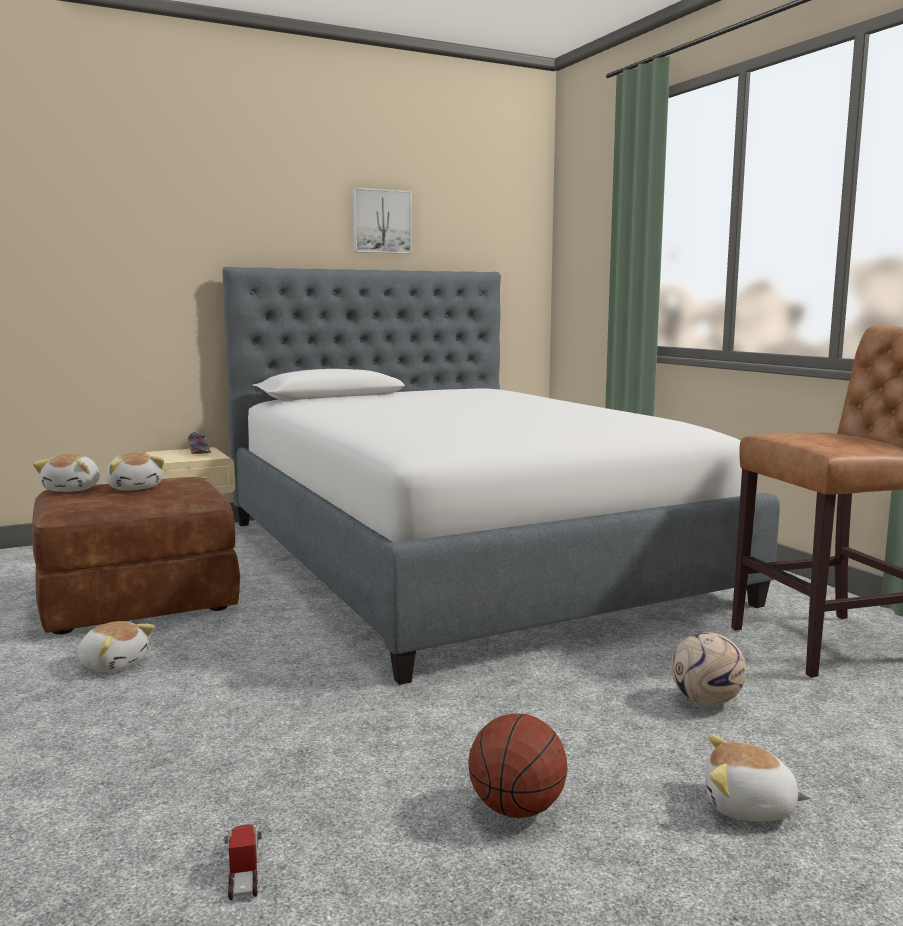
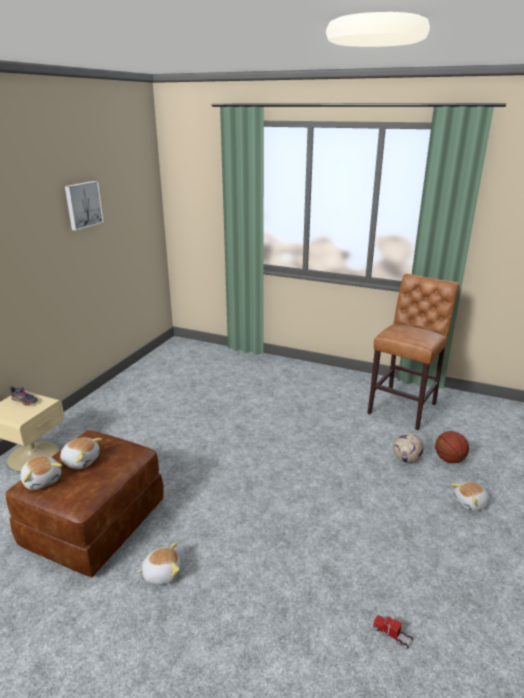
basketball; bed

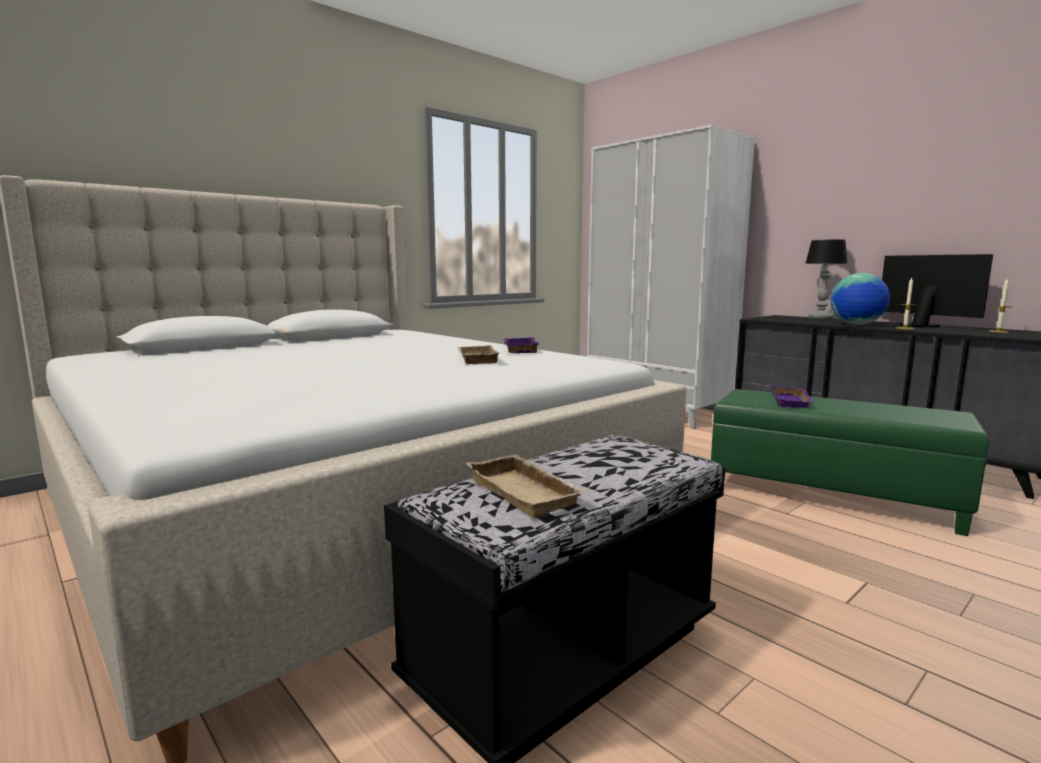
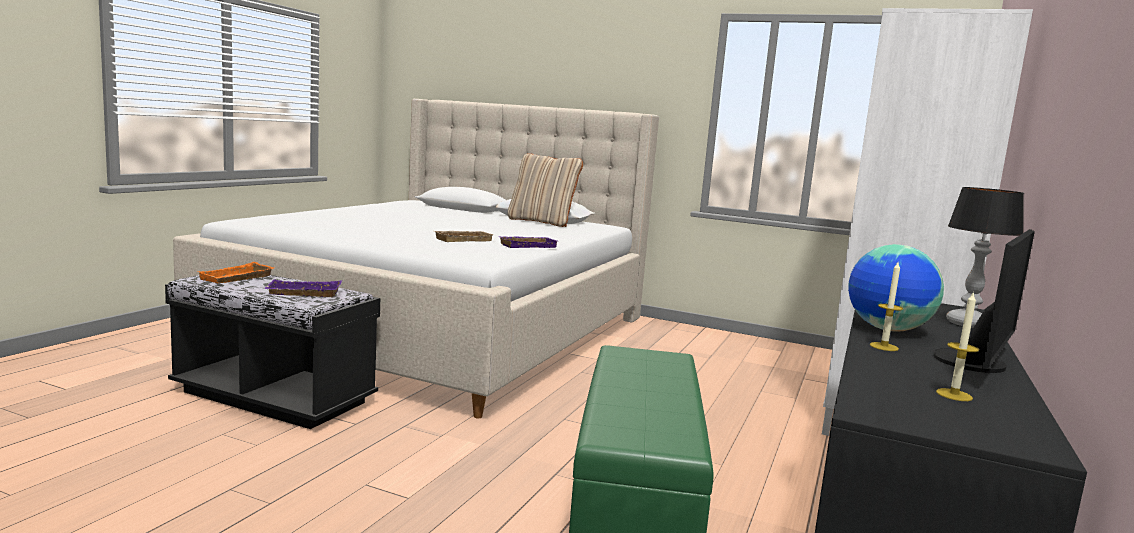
orange tray; purple tray (1st from left); beige pillow

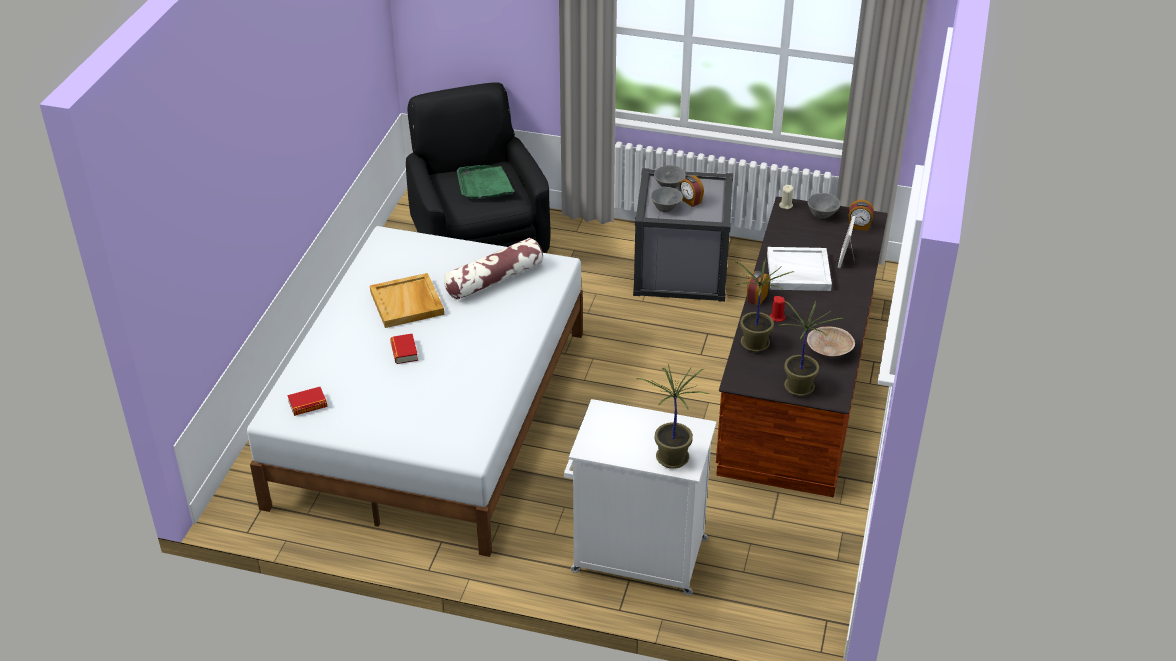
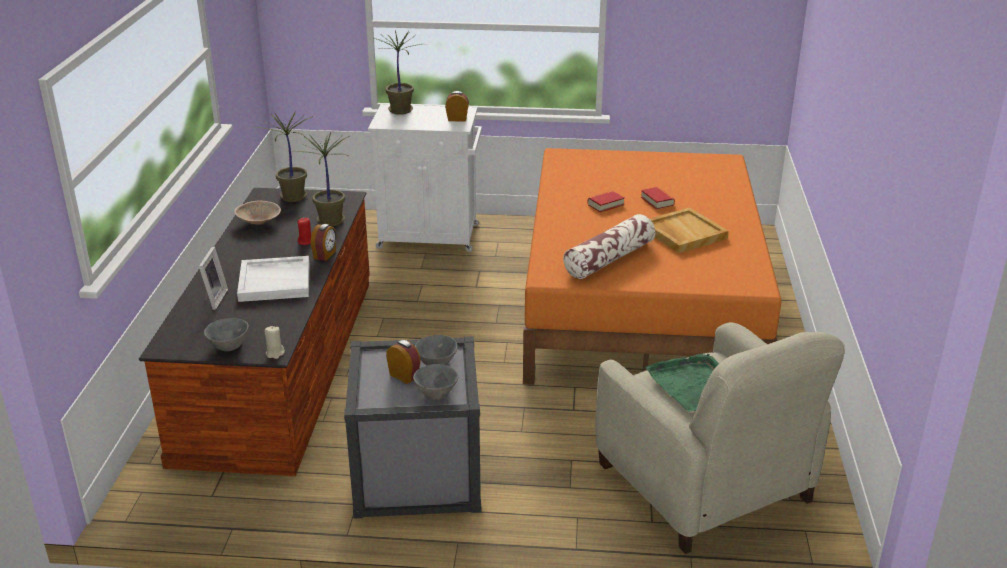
alarm clock (3rd from left); orange bed; book (1st from left); beige armchair

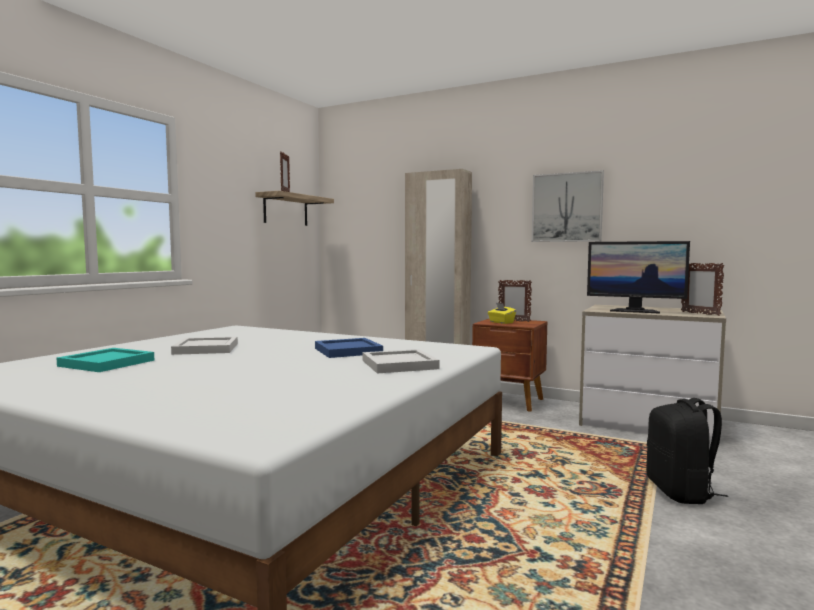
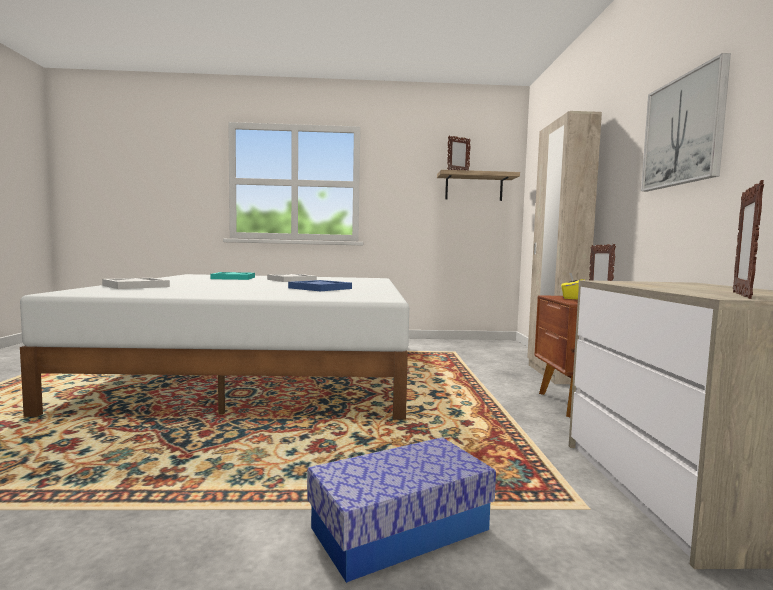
white tray (1st from left); storage box; monitor

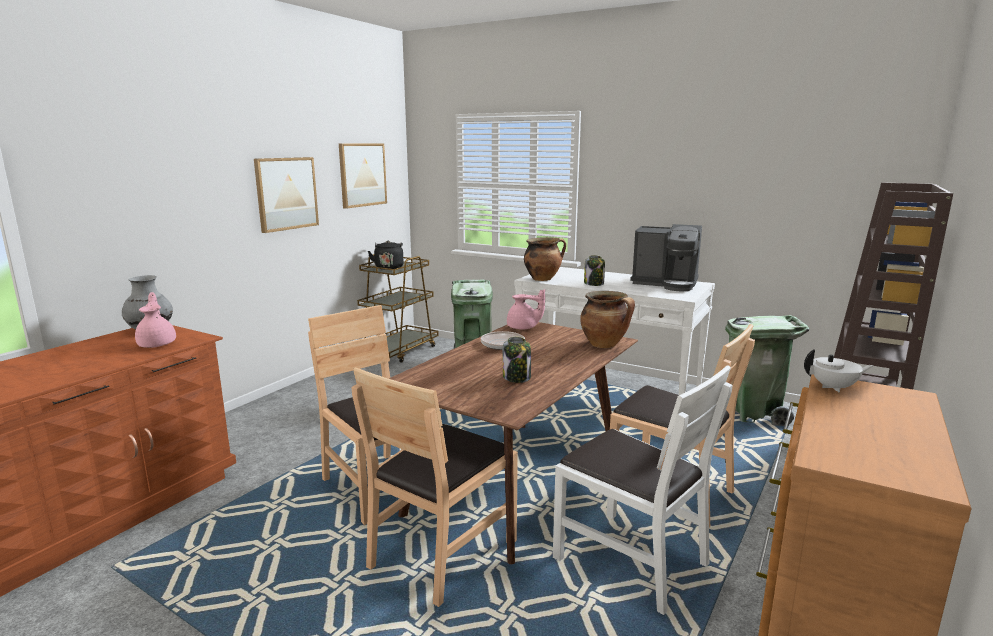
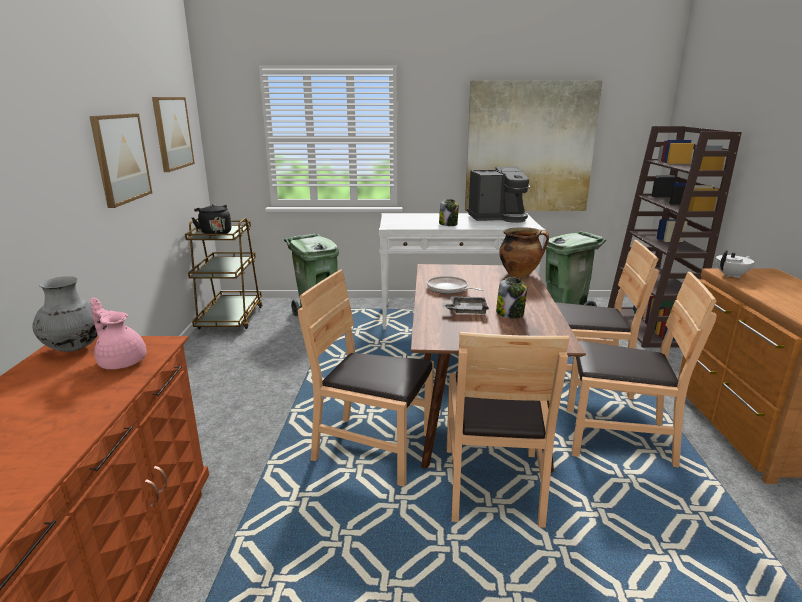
grey tray; picture (3rd from left); brown chair (4th from left); pink teapot (2nd from left in the first image); cooking pot (1st from left in the first image)

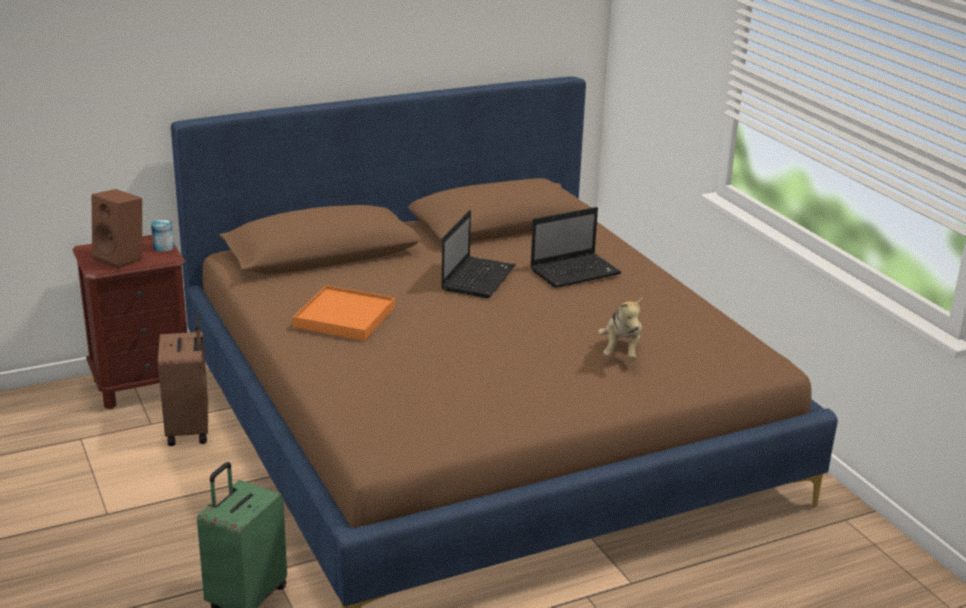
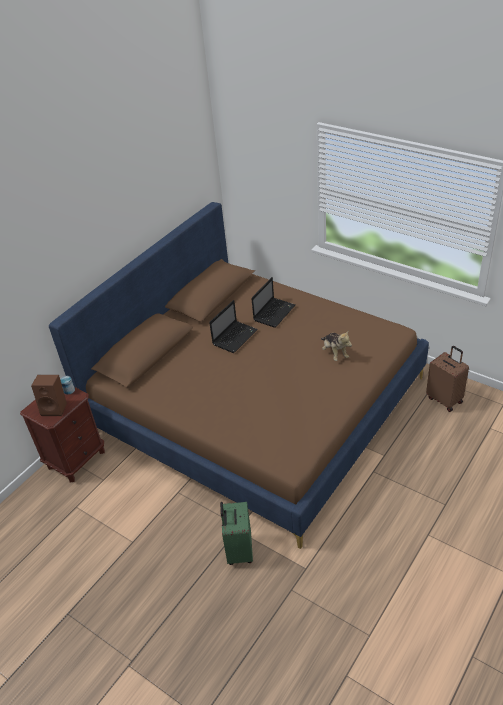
laptop (1st from left); brown suitcase; orange tray

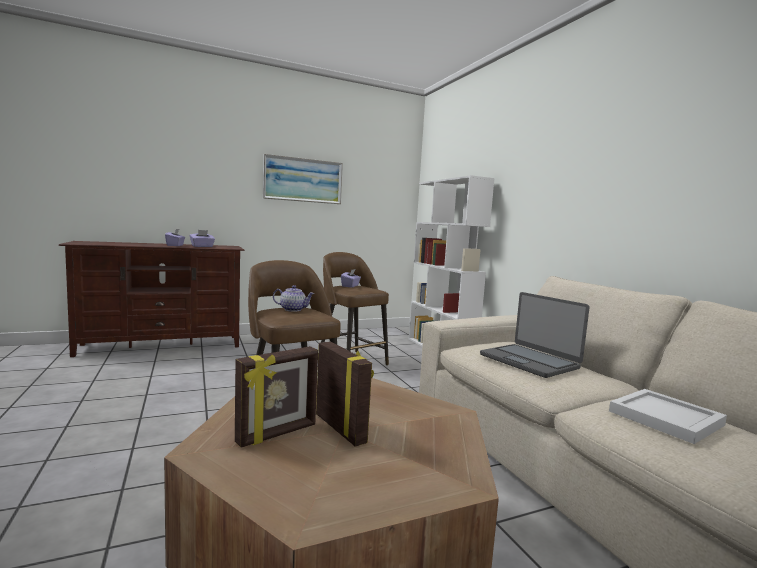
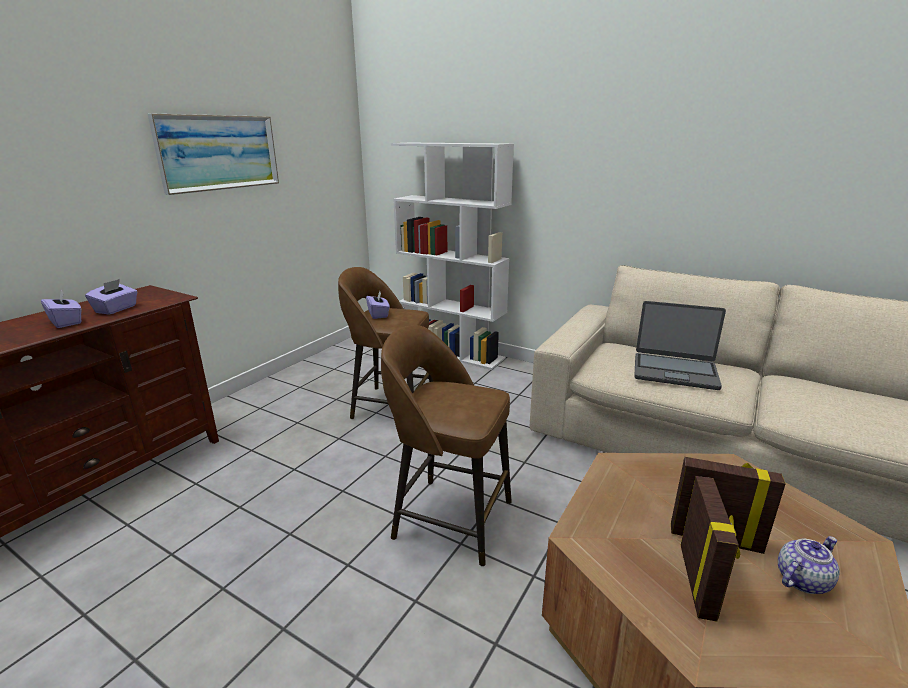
teapot; white tray

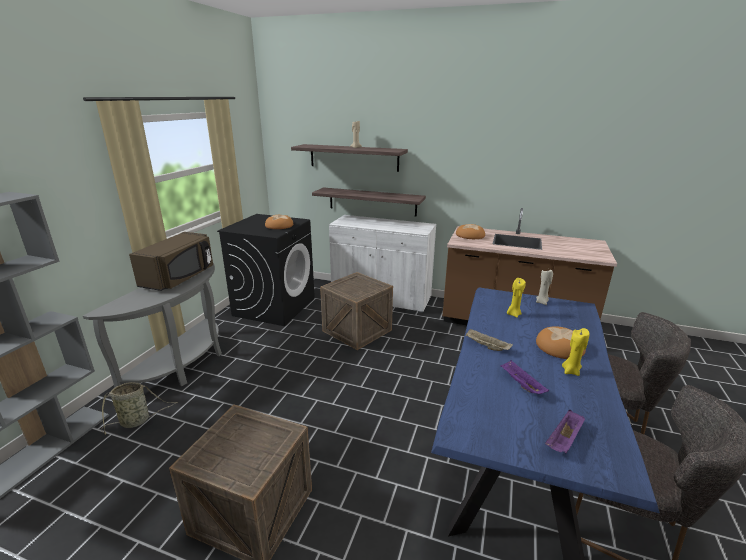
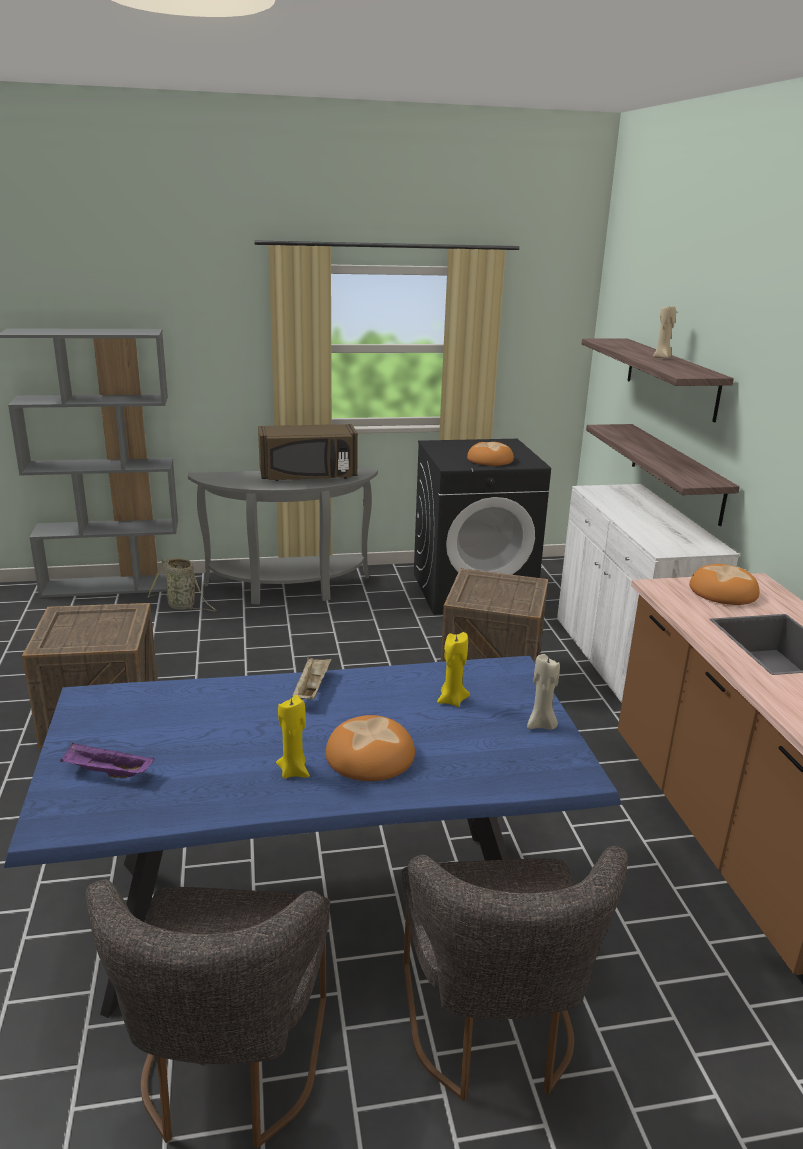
purple tray (1st from left in the first image)

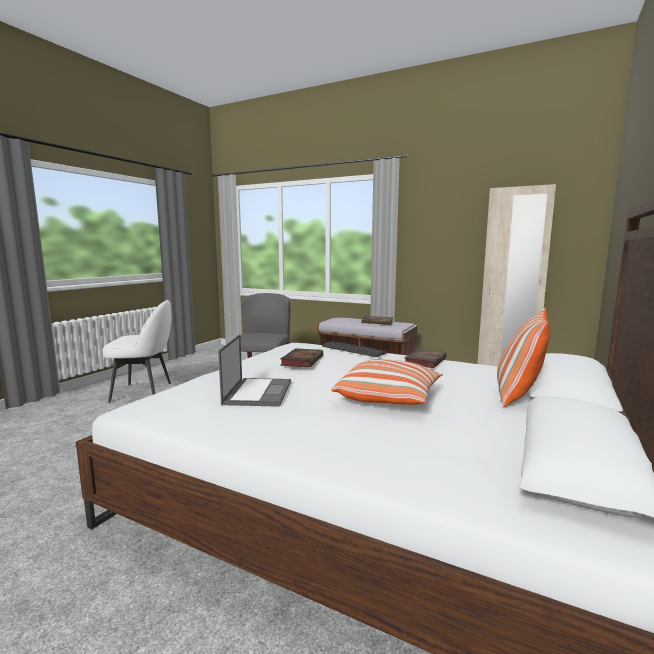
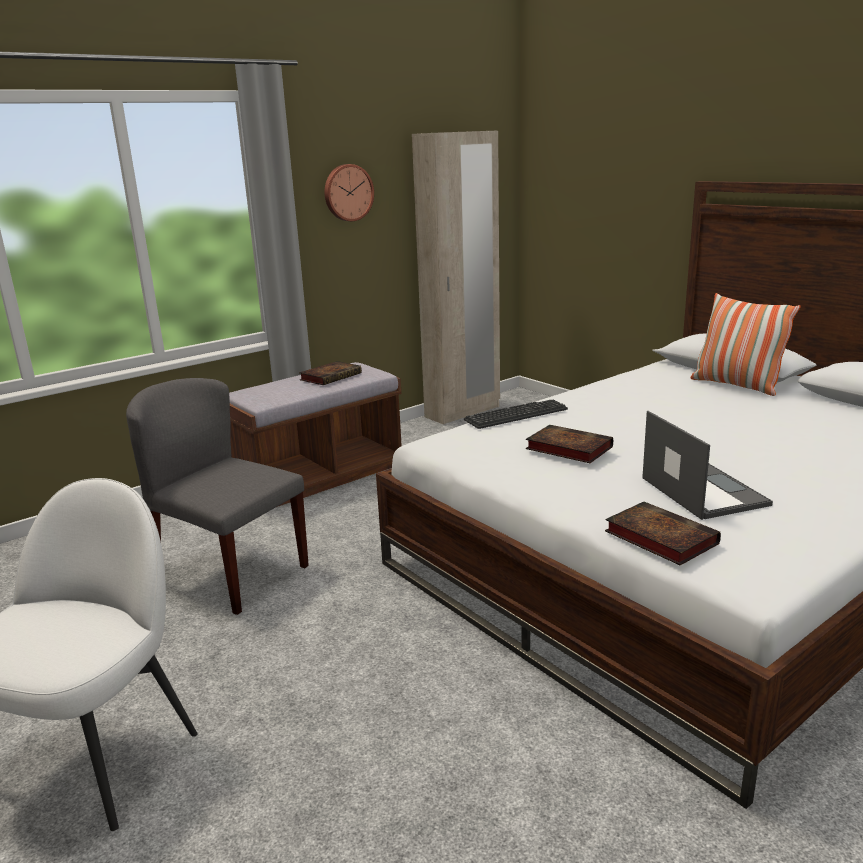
wall clock; book (3rd from left); laptop; pillow (1st from left in the first image)

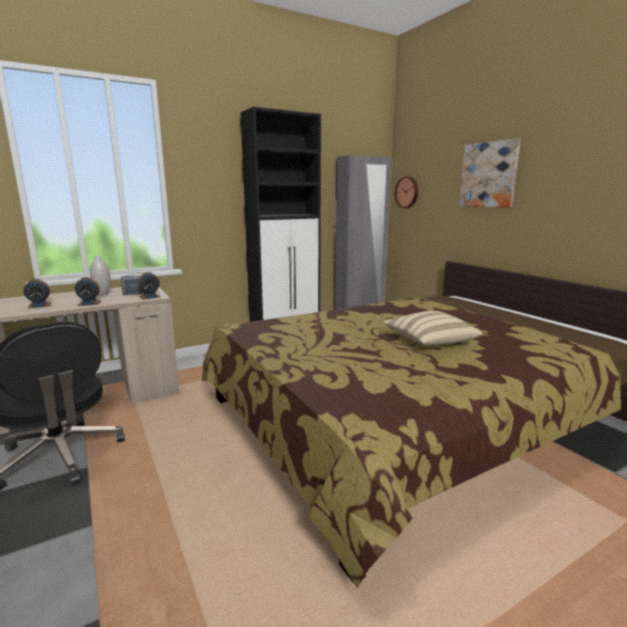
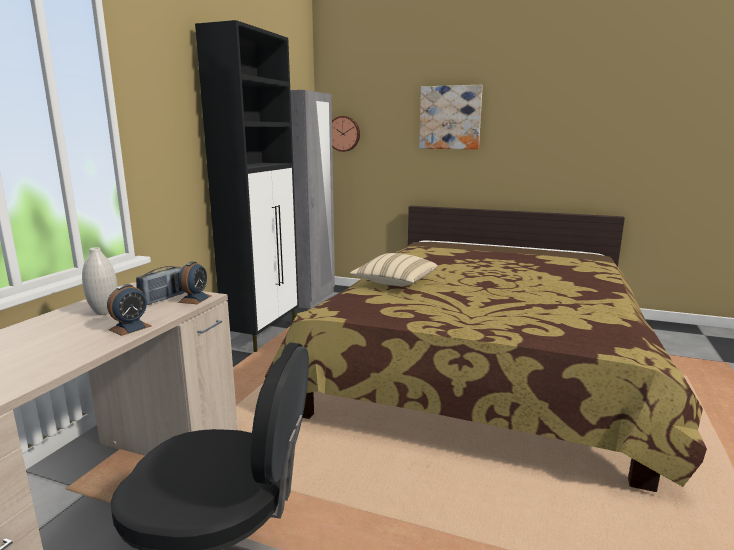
beige pillow; alarm clock (1st from left in the first image)

